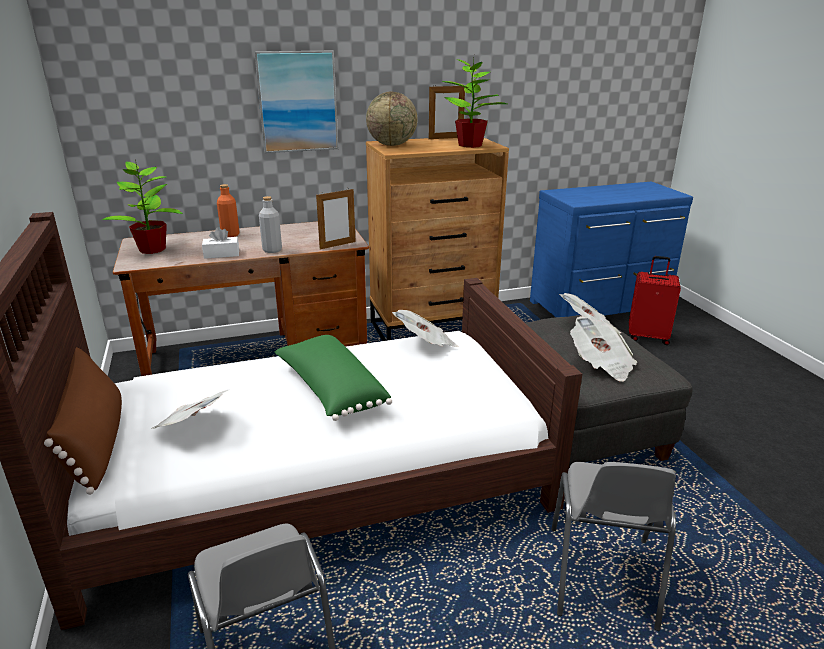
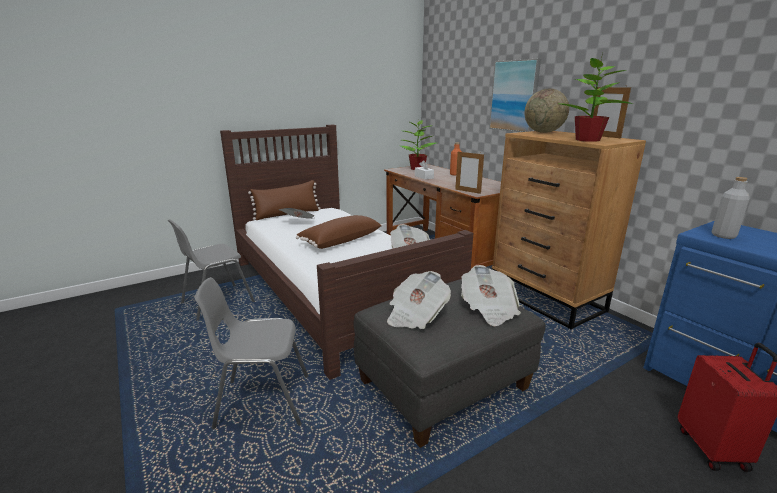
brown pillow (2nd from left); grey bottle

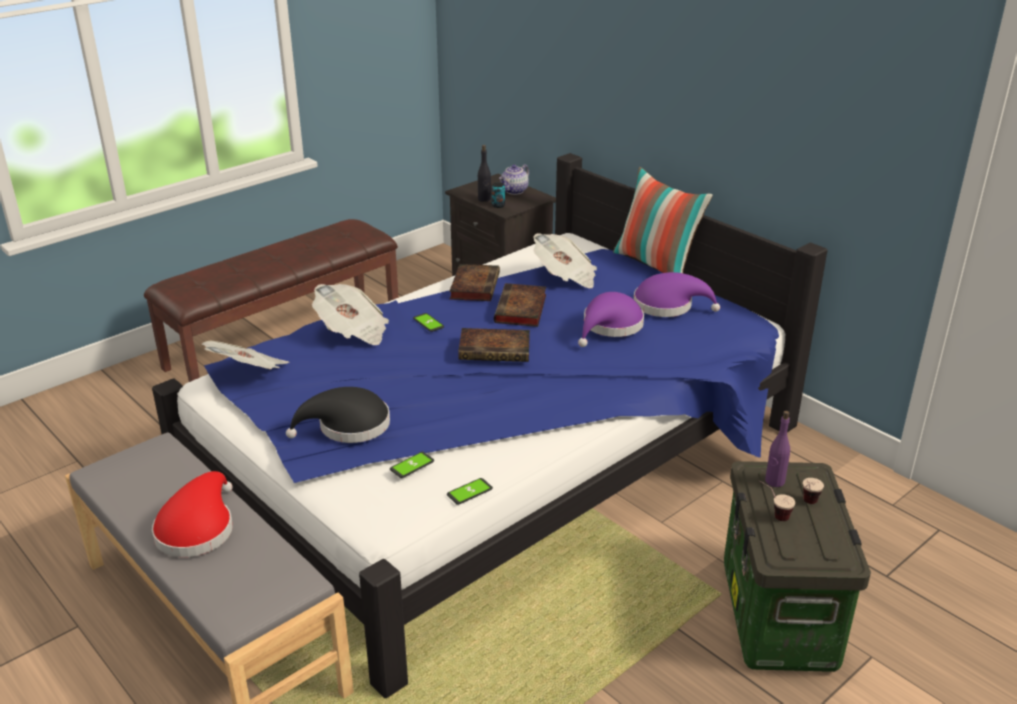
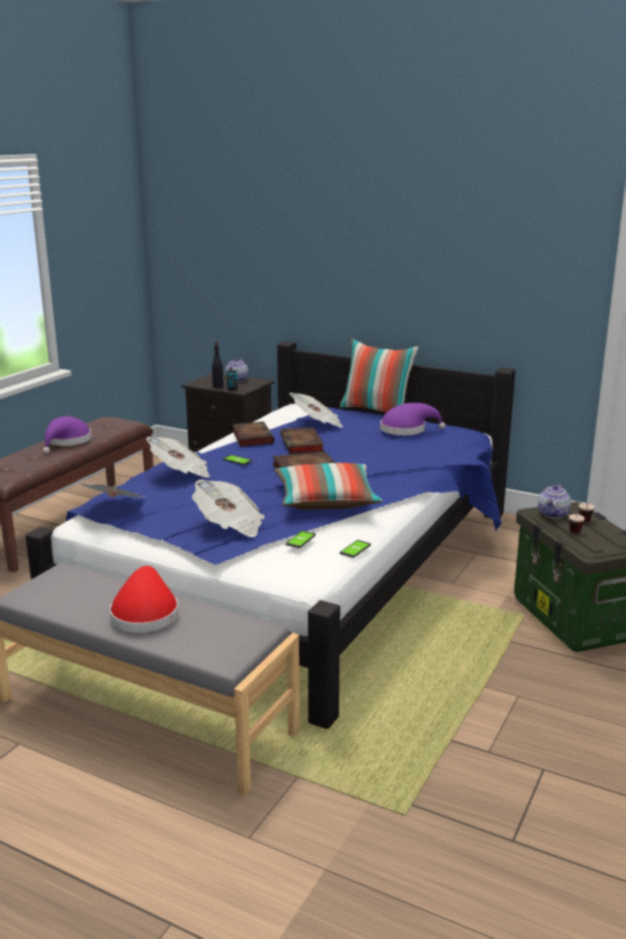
purple hat (1st from left); newspaper (3rd from left); pillow (1st from left); teapot (2nd from left)

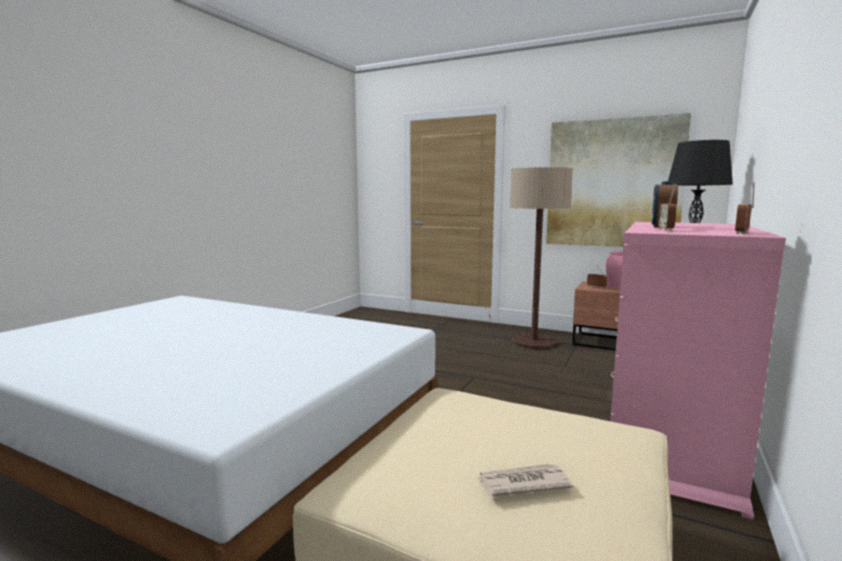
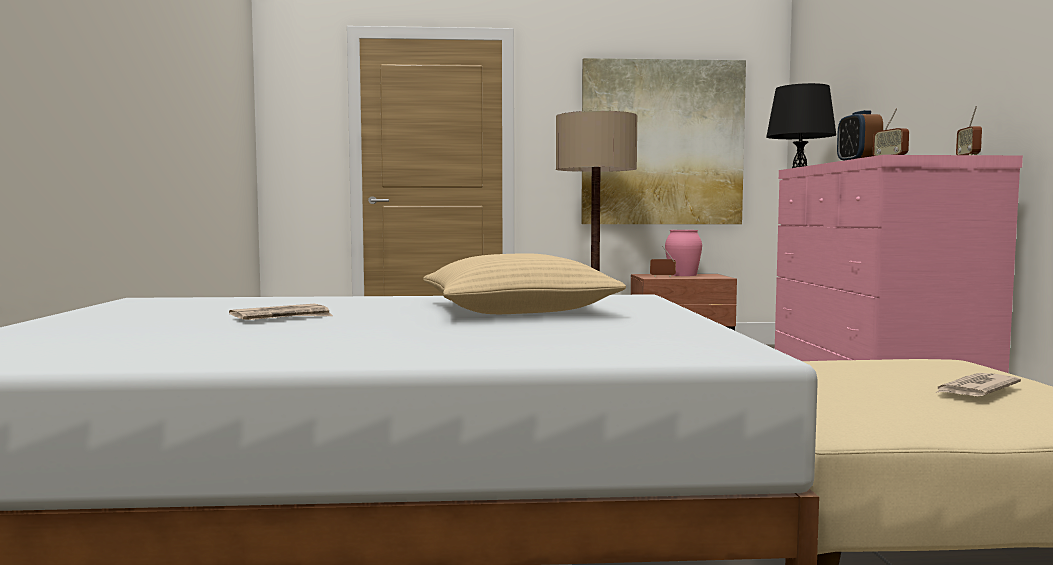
newspaper (1st from left); beige pillow

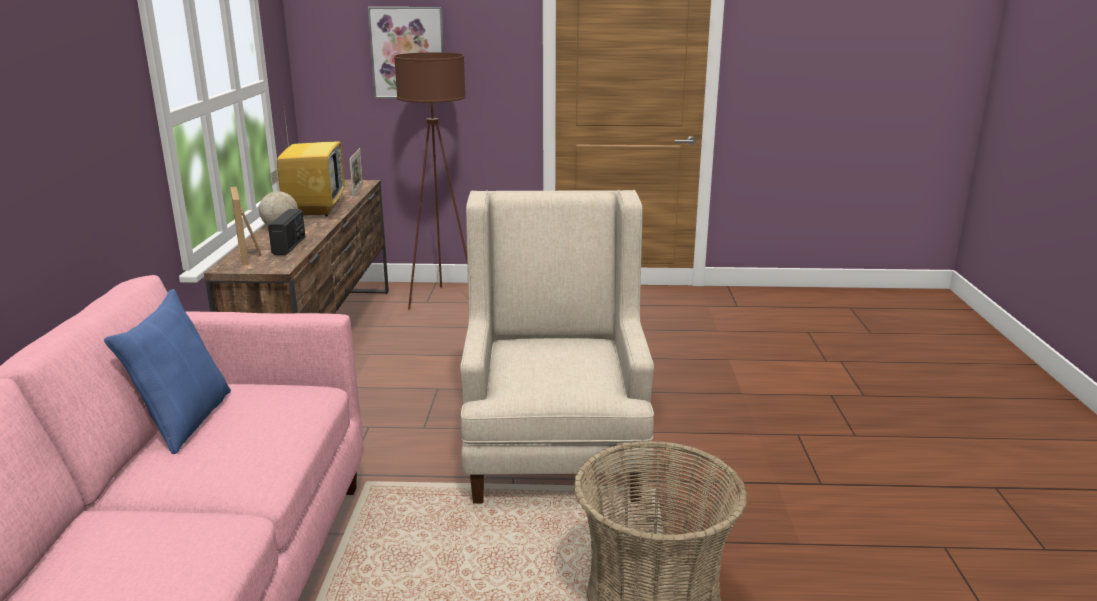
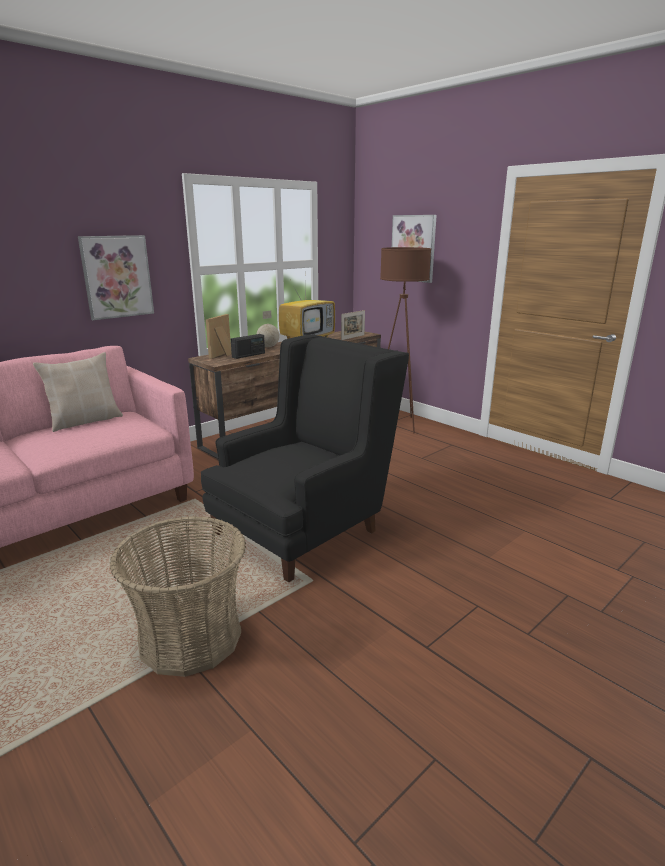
beige pillow; picture (1st from left); black armchair

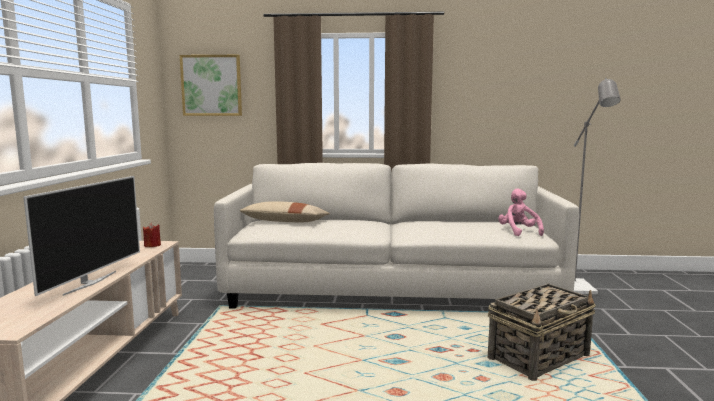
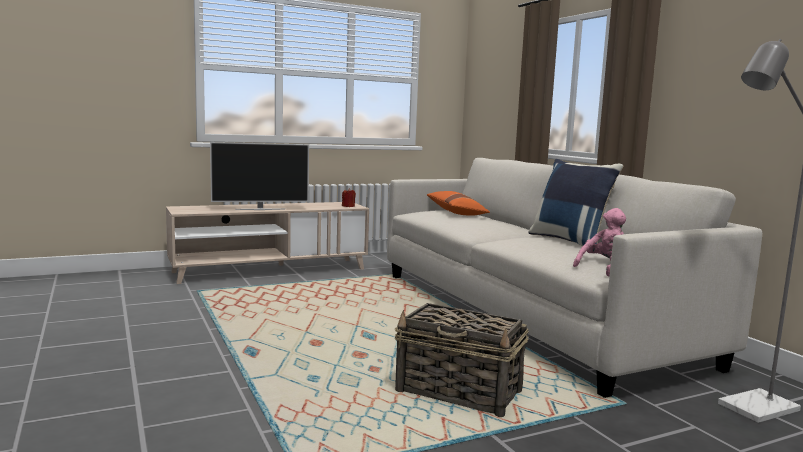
orange pillow; blue pillow; picture

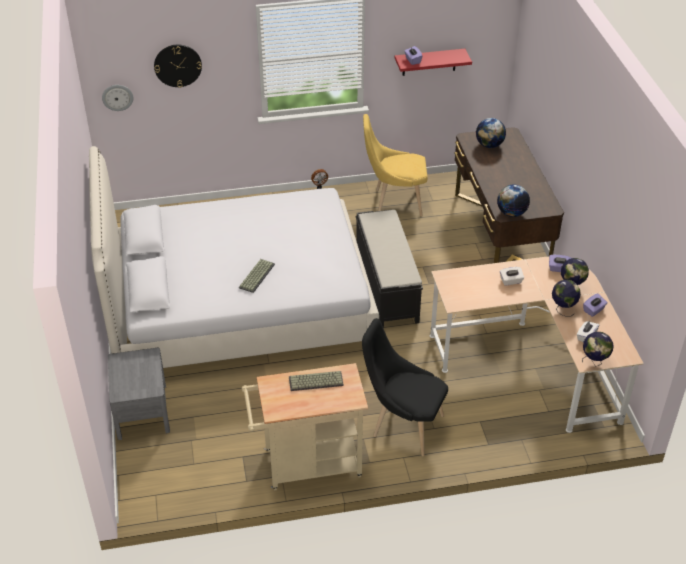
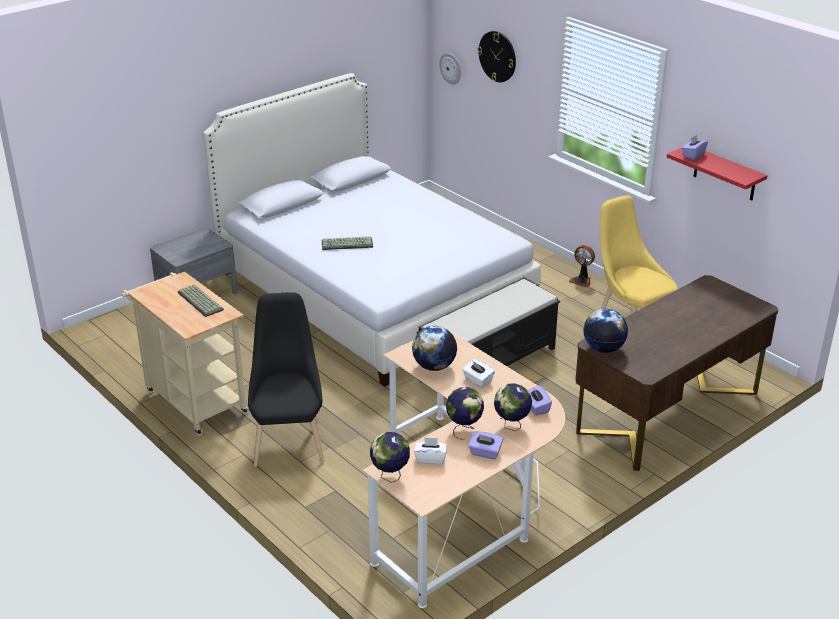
globe (2nd from left)

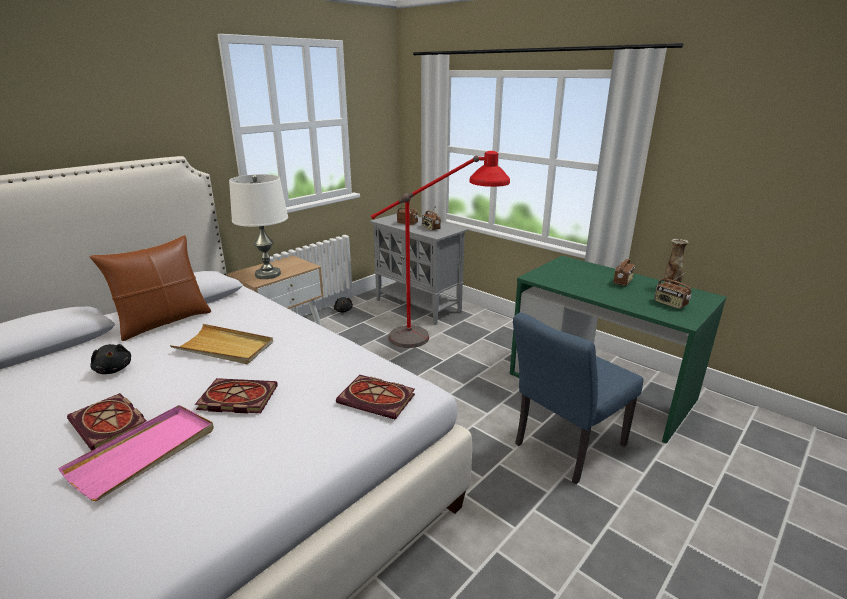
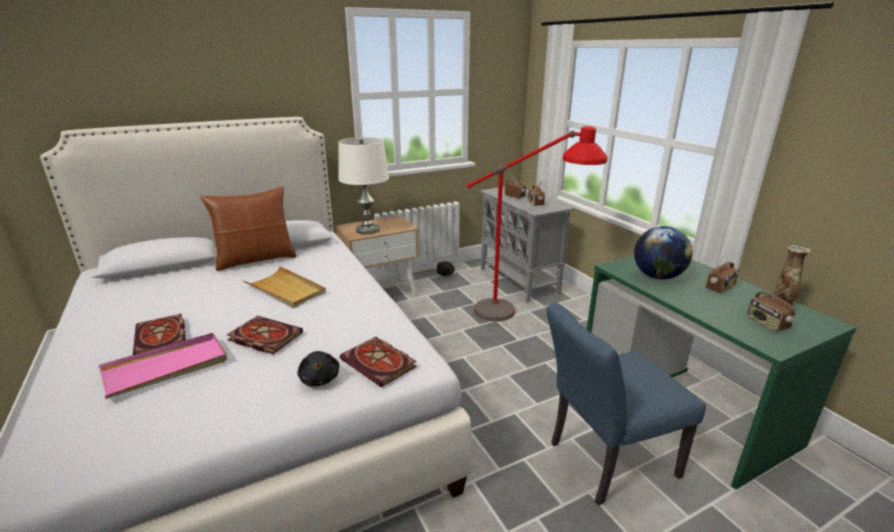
black plush toy (1st from left); globe

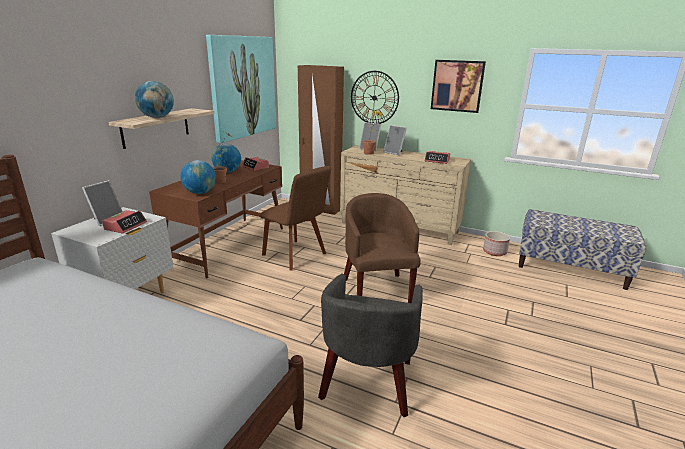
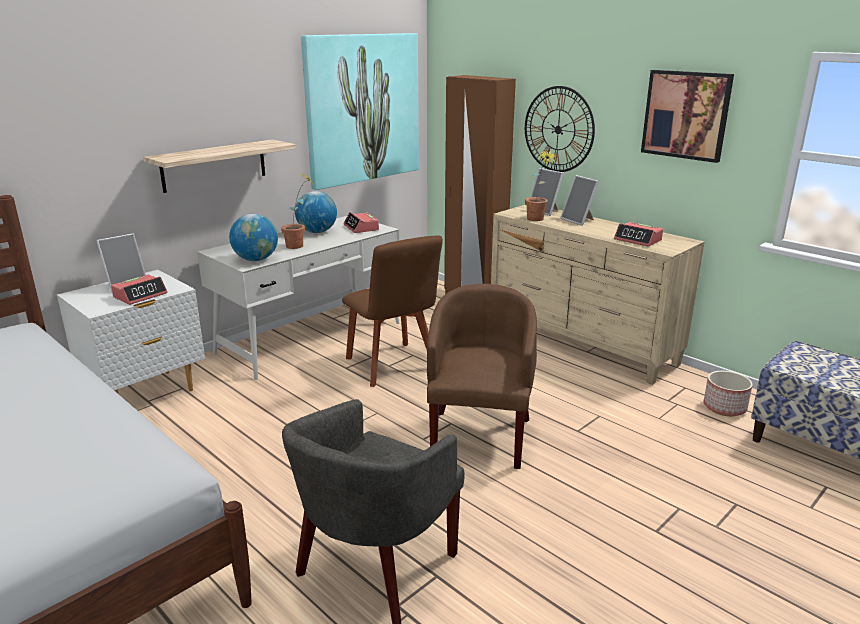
white desk; globe (1st from left in the first image)

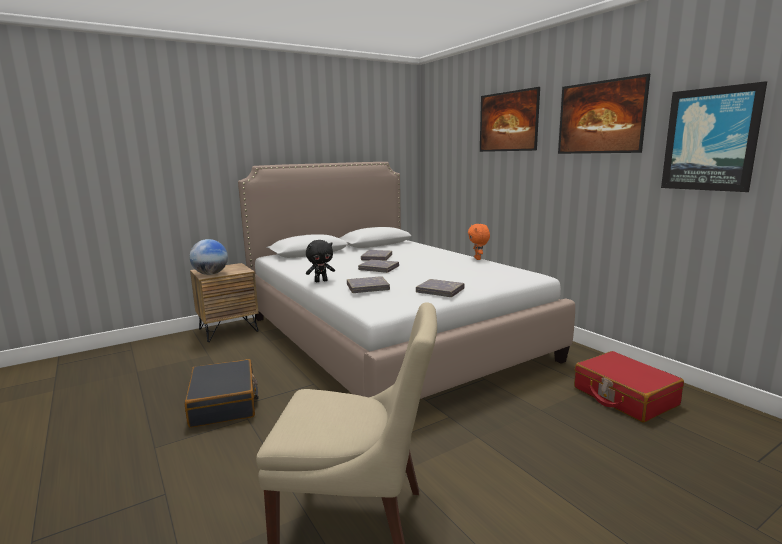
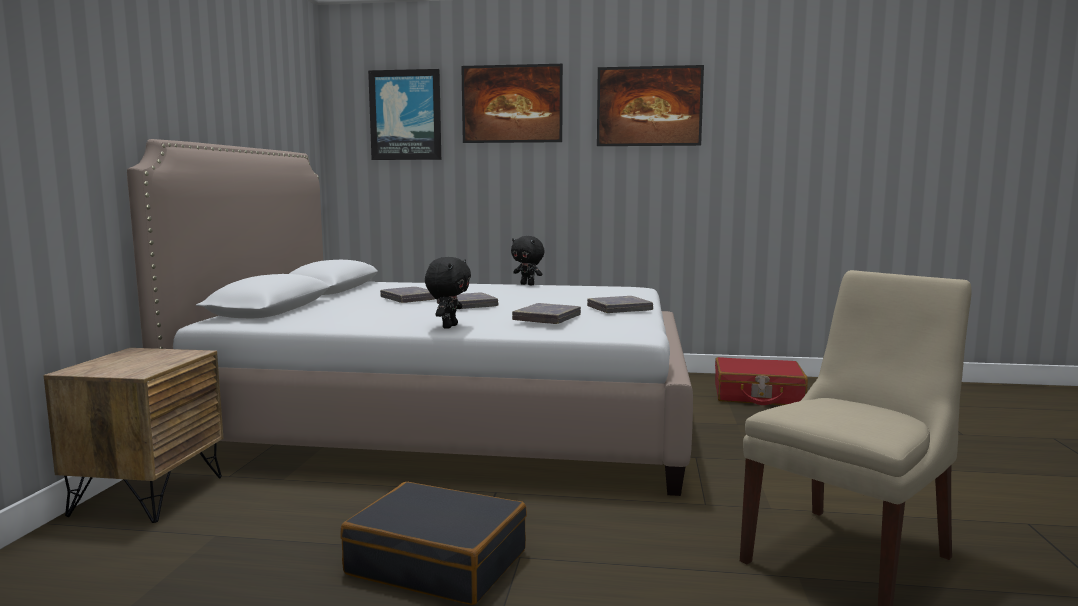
picture (1st from left); black plush toy (2nd from left); globe

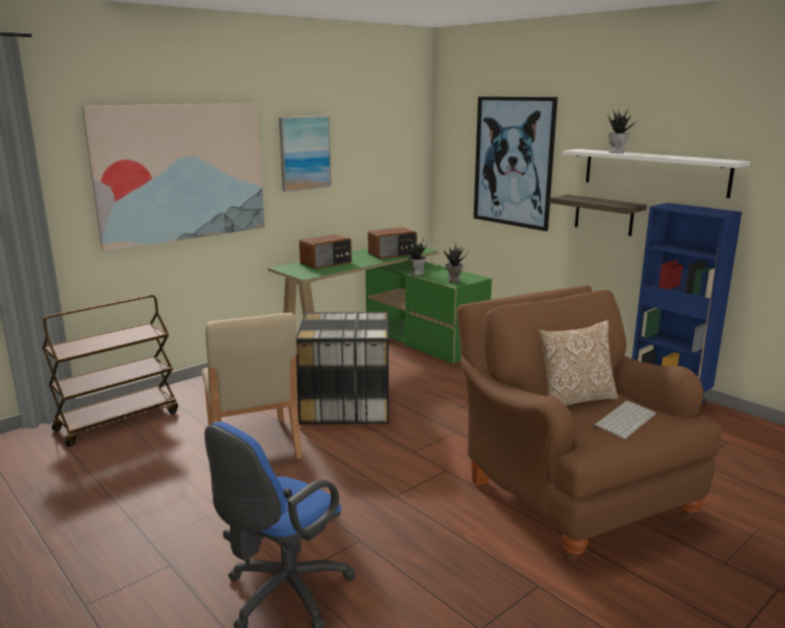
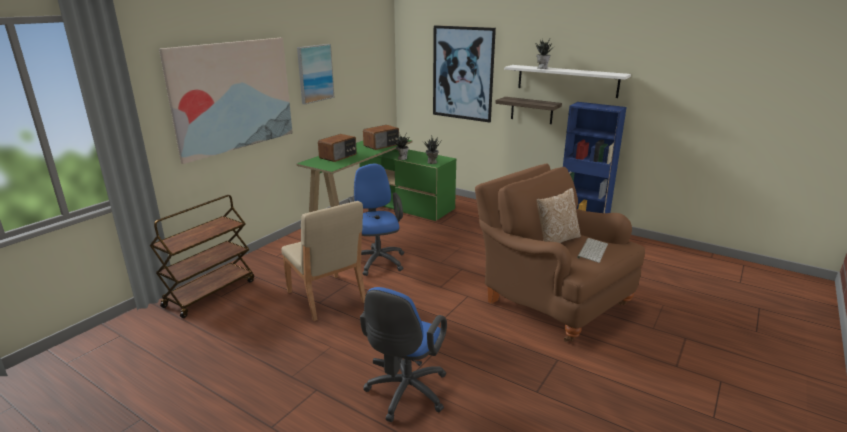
blue office chair (1st from left)

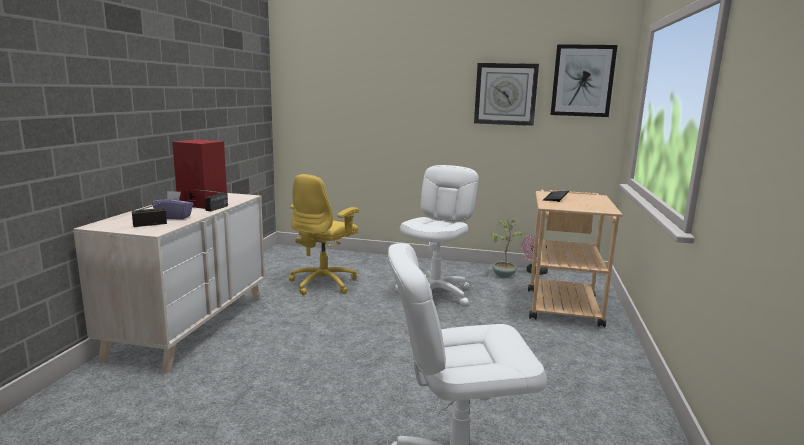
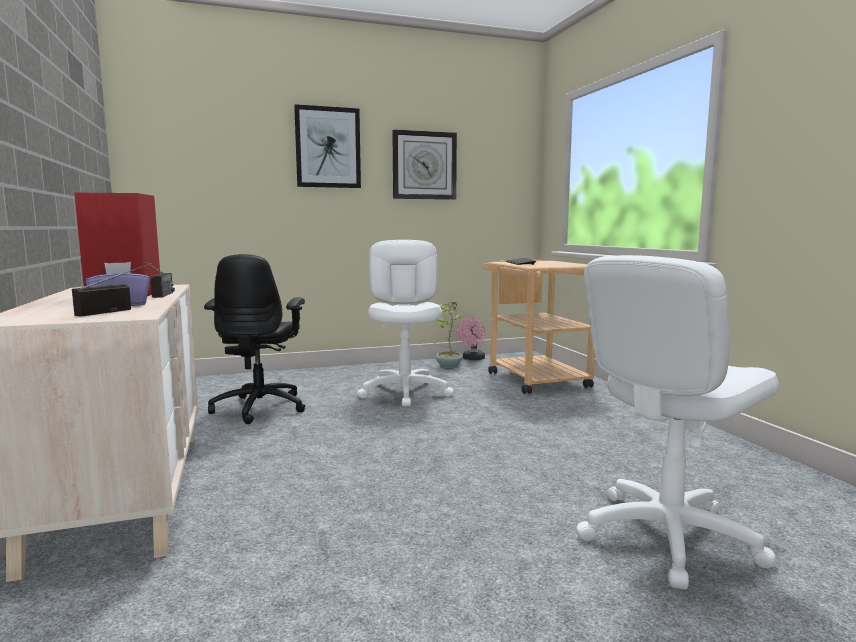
black office chair; picture

